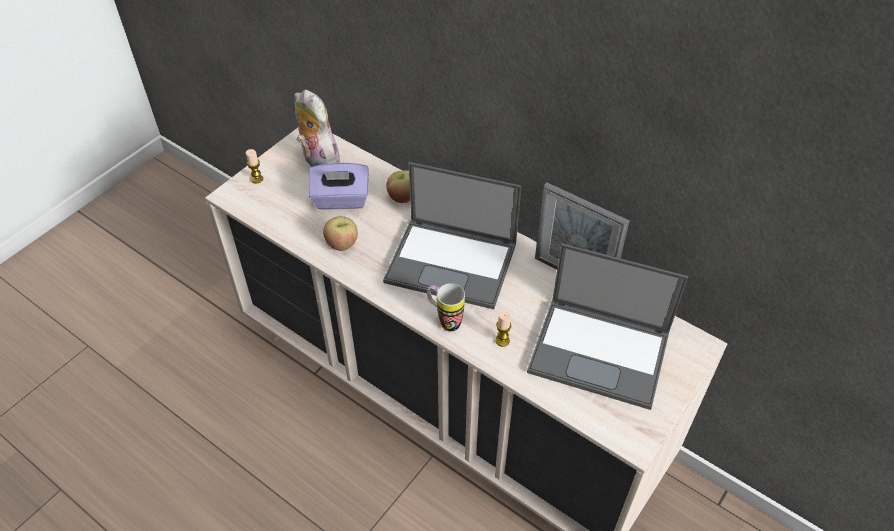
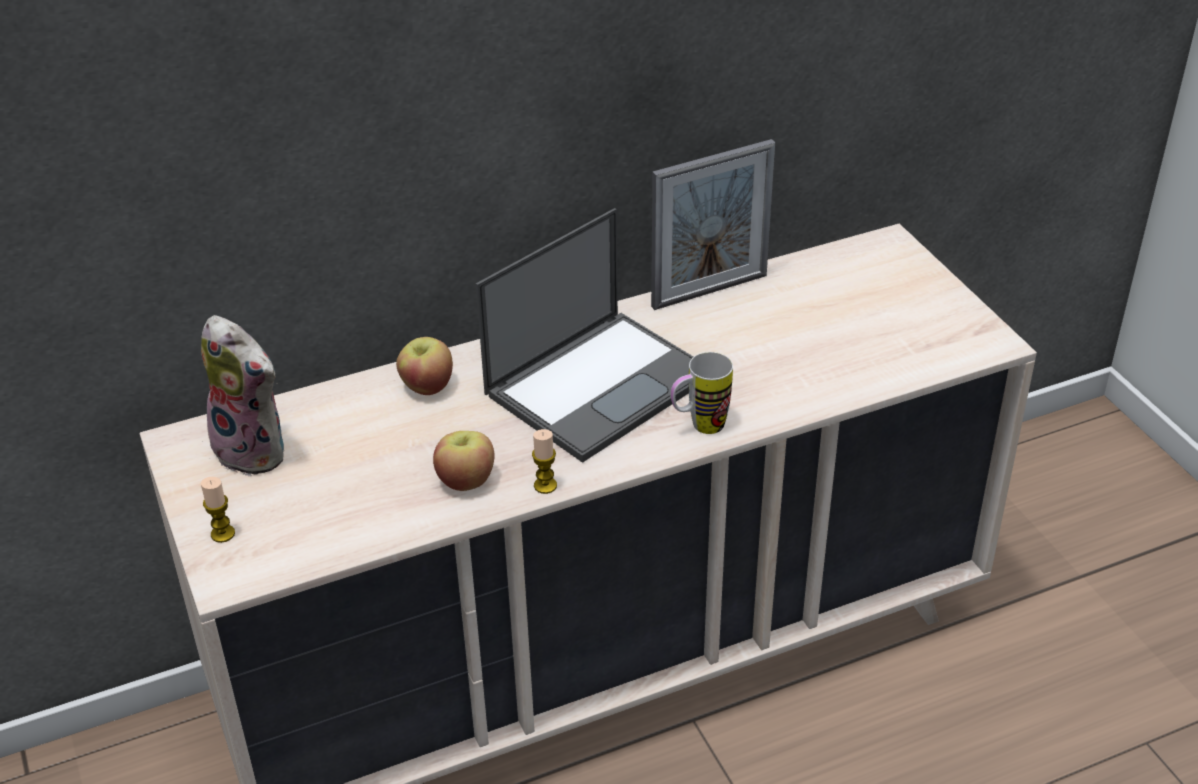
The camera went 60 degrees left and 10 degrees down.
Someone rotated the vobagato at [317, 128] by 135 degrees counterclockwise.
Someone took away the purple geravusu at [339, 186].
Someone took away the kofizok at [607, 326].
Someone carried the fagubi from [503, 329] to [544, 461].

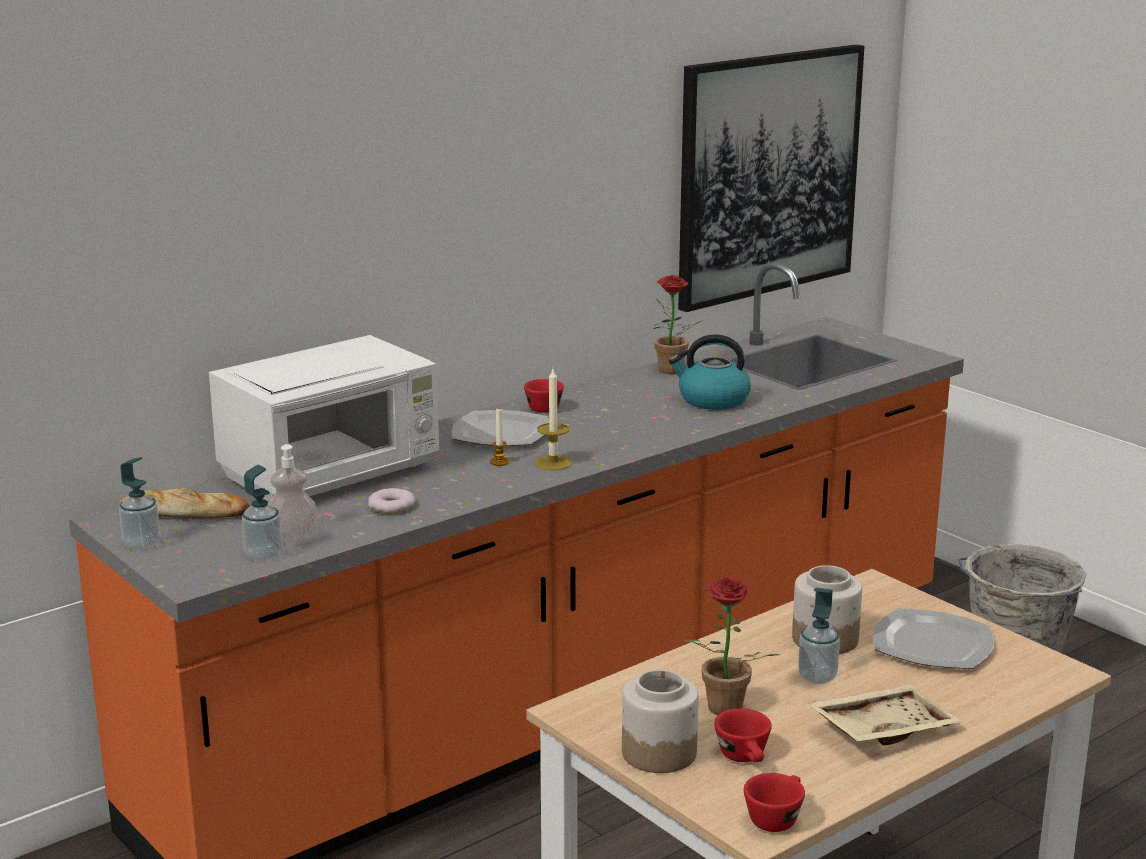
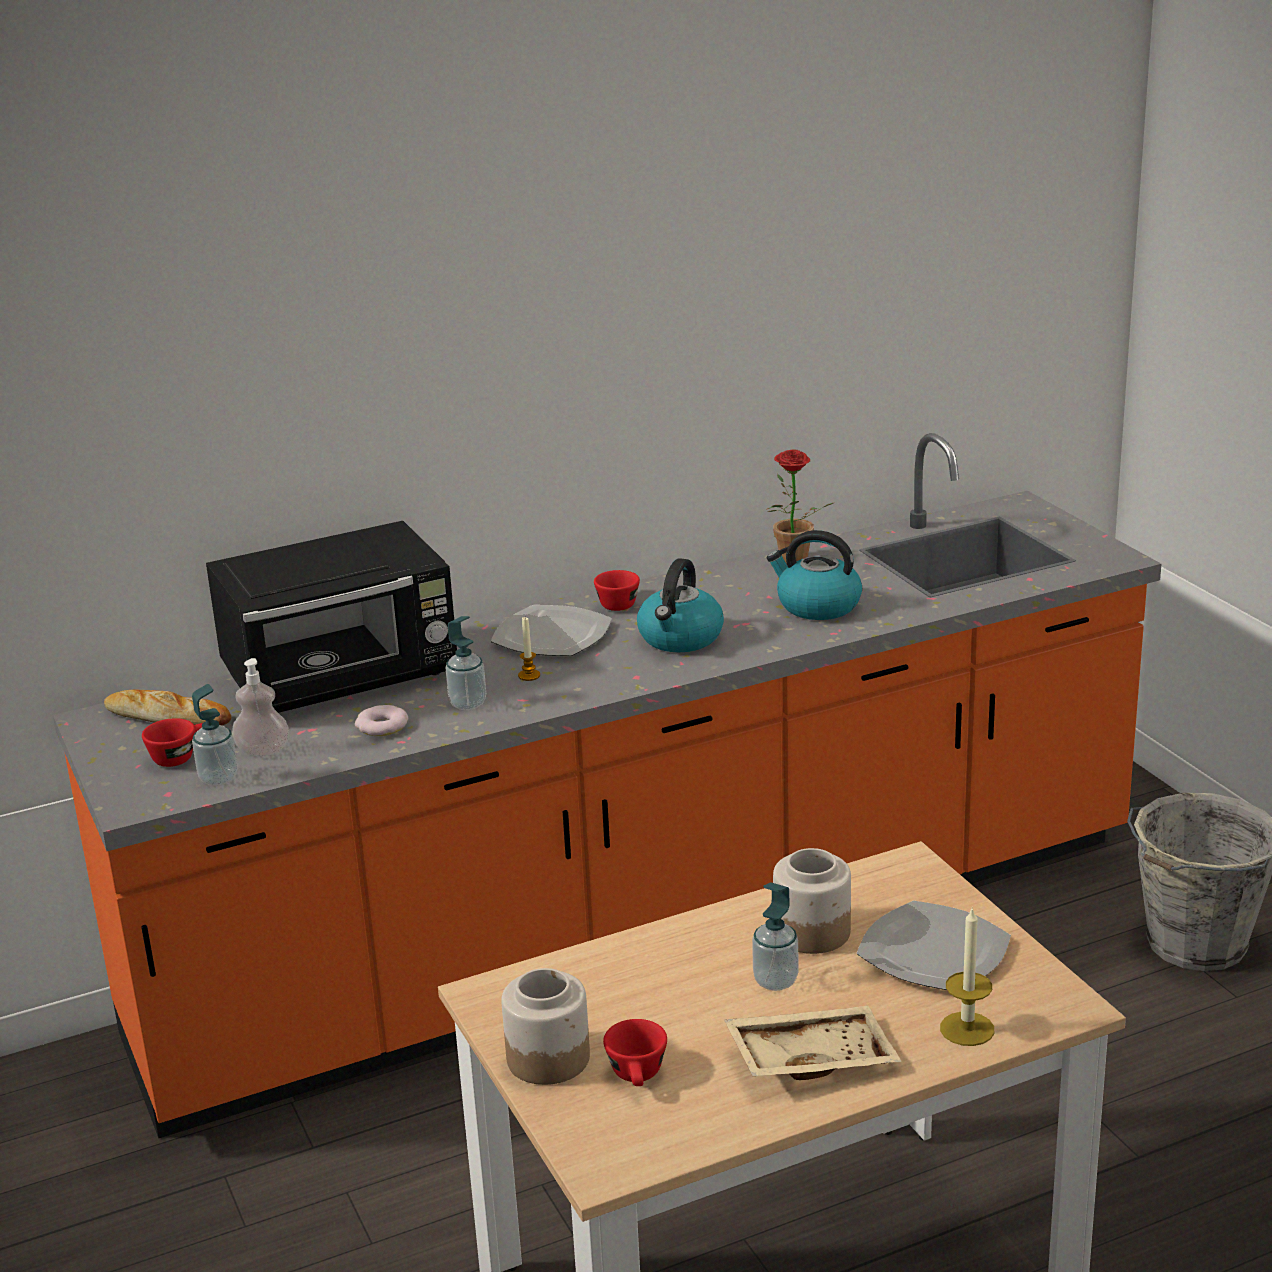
The camera went 15 degrees right and 5 degrees up.
Someone took away the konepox at [771, 178].
Someone repainted the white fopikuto at [324, 418], which became the black fopikuto at [331, 617].
Someone carried the fagubi from [553, 419] to [967, 976].
Someone carried the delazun from [139, 503] to [466, 663].
Someone took away the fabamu at [732, 646].
Someone carried the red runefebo from [774, 802] to [172, 742].
Someone put down the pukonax at [680, 605].

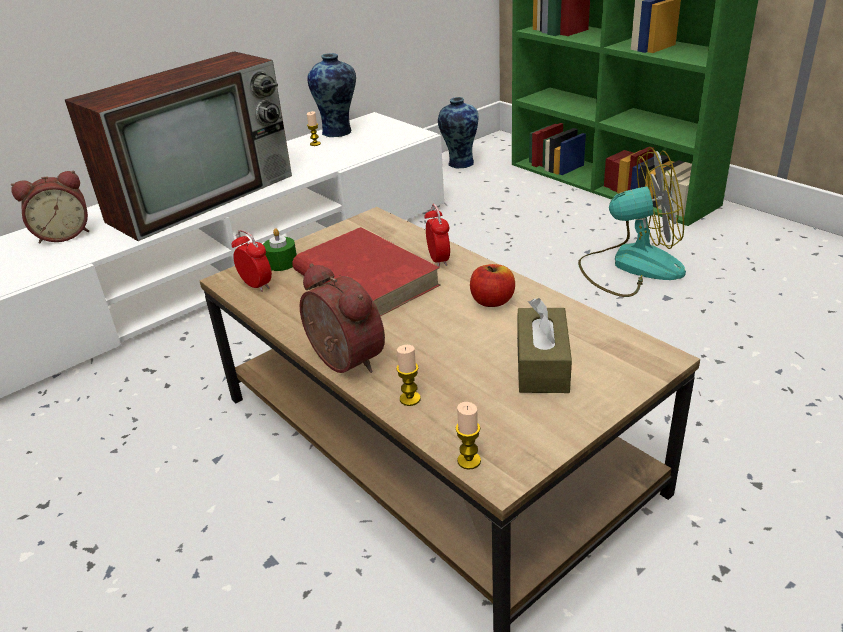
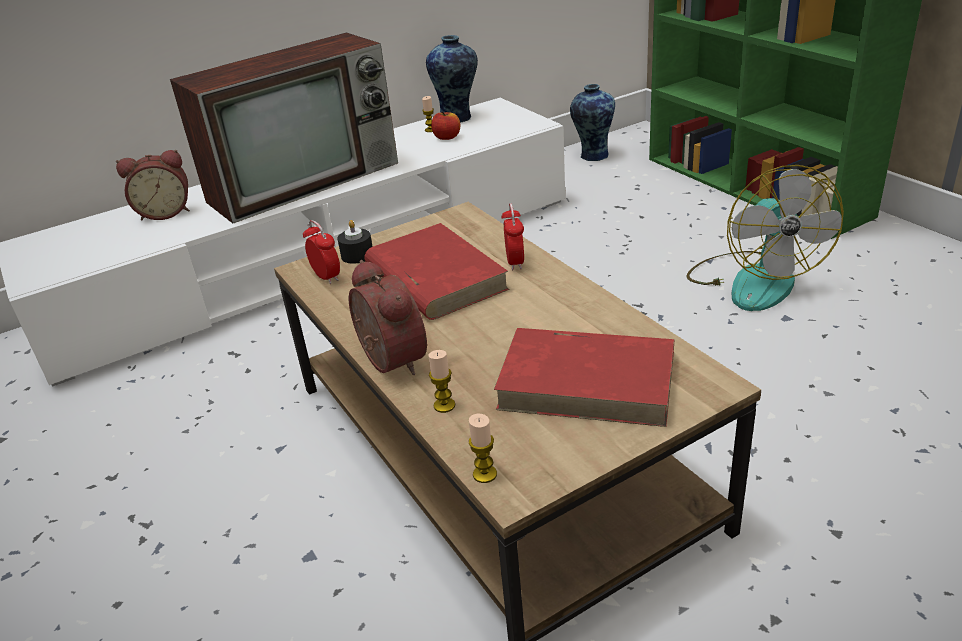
The camera went 10 degrees right and 0 degrees up.
Someone rotated the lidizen at [632, 222] by 75 degrees clockwise.
Someone repainted the green fagubi at [280, 249], which became the black fagubi at [355, 242].
Someone carried the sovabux from [492, 285] to [445, 125].
Someone swapped the brown geravusu at [544, 345] for the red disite at [584, 377].

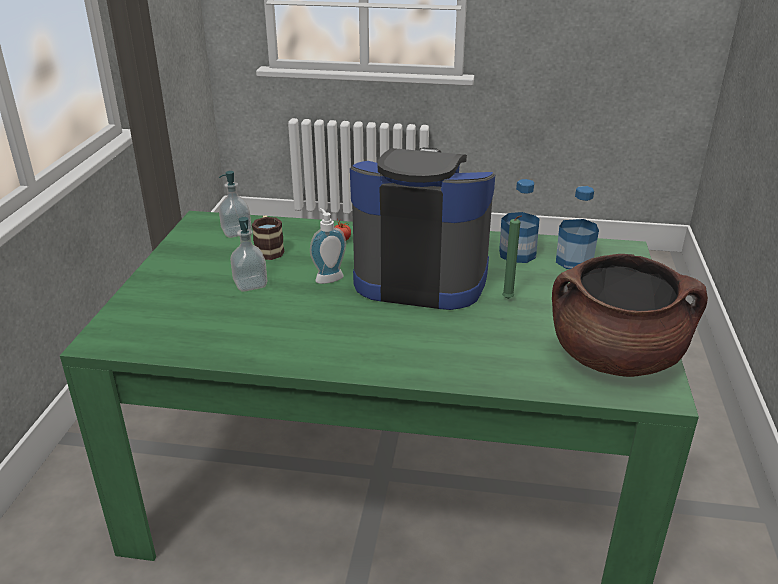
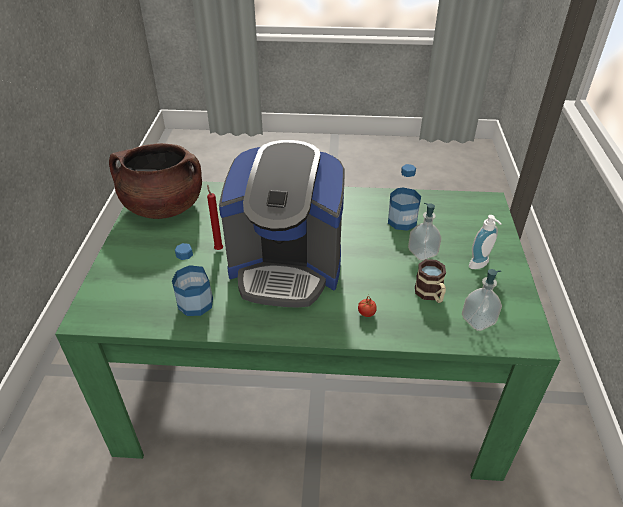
The camera went 175 degrees right and 10 degrees up.
Someone carried the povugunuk from [577, 227] to [404, 197].
Someone carried the delazun from [328, 246] to [485, 242].
Someone repainted the green fagubi at [512, 257], which became the red fagubi at [215, 217].

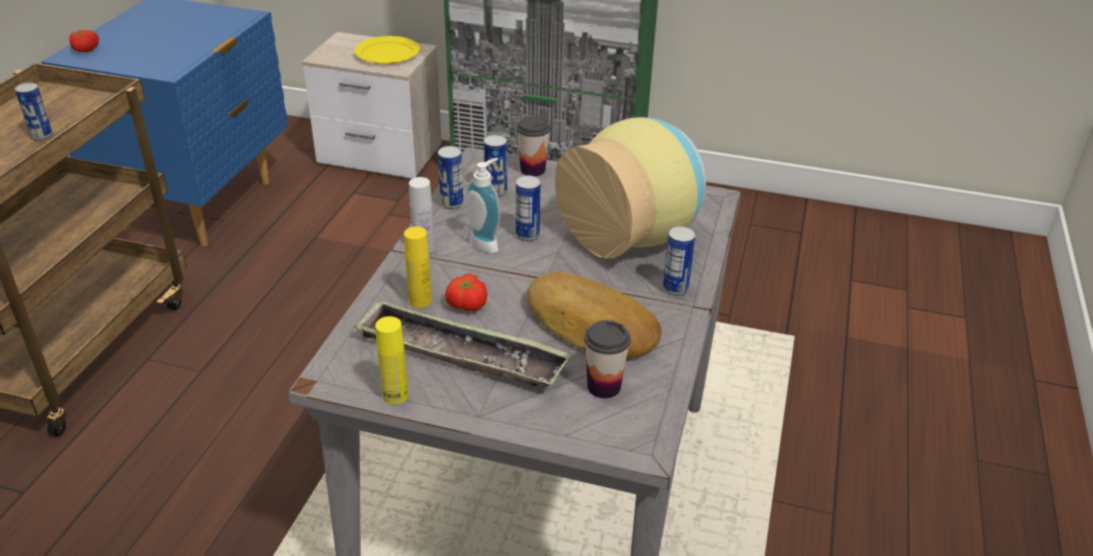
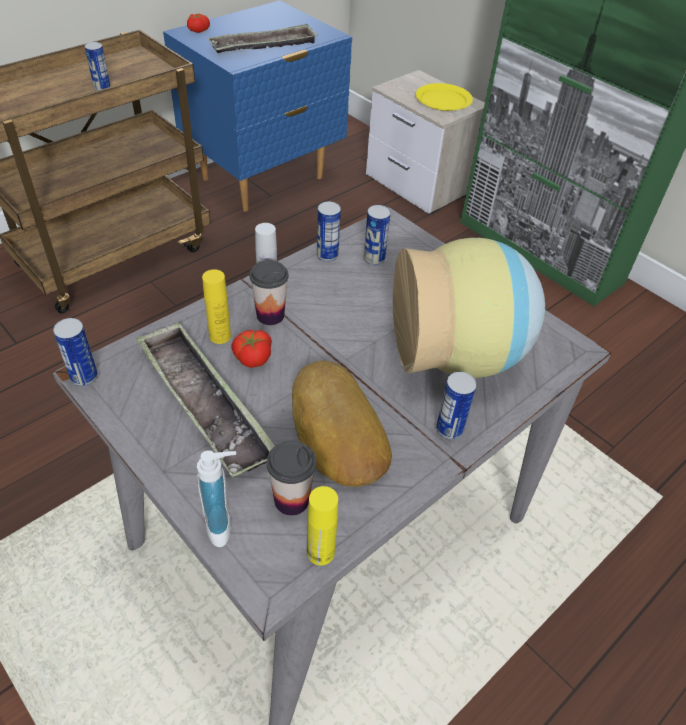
The camera went 30 degrees right and 10 degrees up.
Someone carried the runefebo from [533, 146] to [269, 292].
Someone carried the delazun from [483, 205] to [216, 498].
Someone carried the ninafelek from [528, 208] to [75, 352].
Someone carried the yellow povugunuk from [391, 360] to [322, 525].
Someone put down the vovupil at [263, 38].

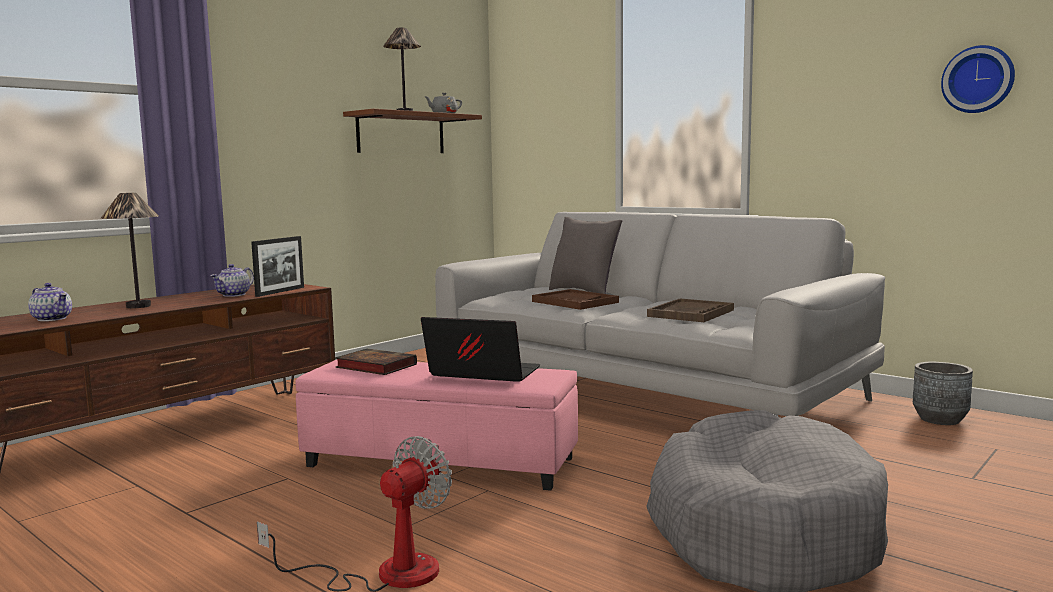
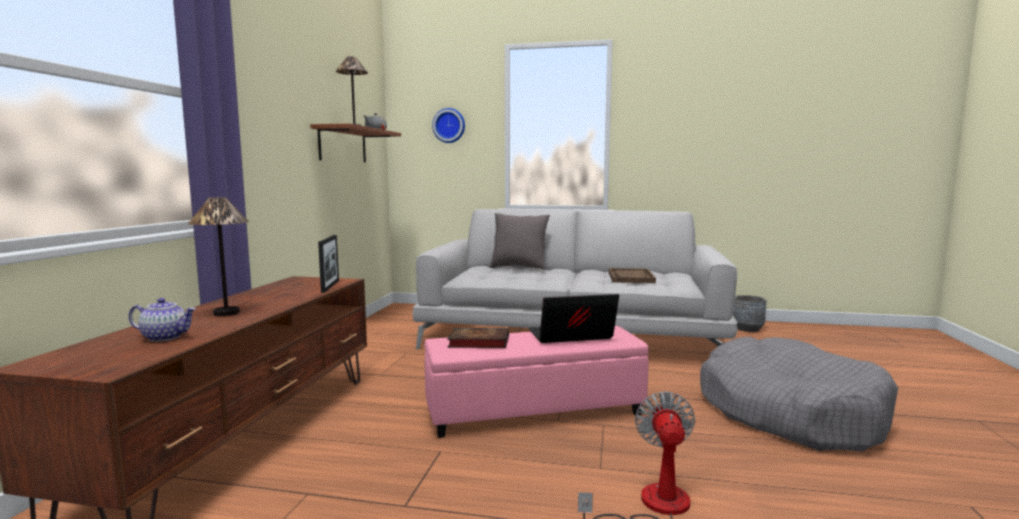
The camera went 30 degrees left and 0 degrees up.
Someone carried the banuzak from [978, 79] to [448, 125].
Someone took away the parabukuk at [232, 280].
Someone took away the brown vovupil at [575, 299].

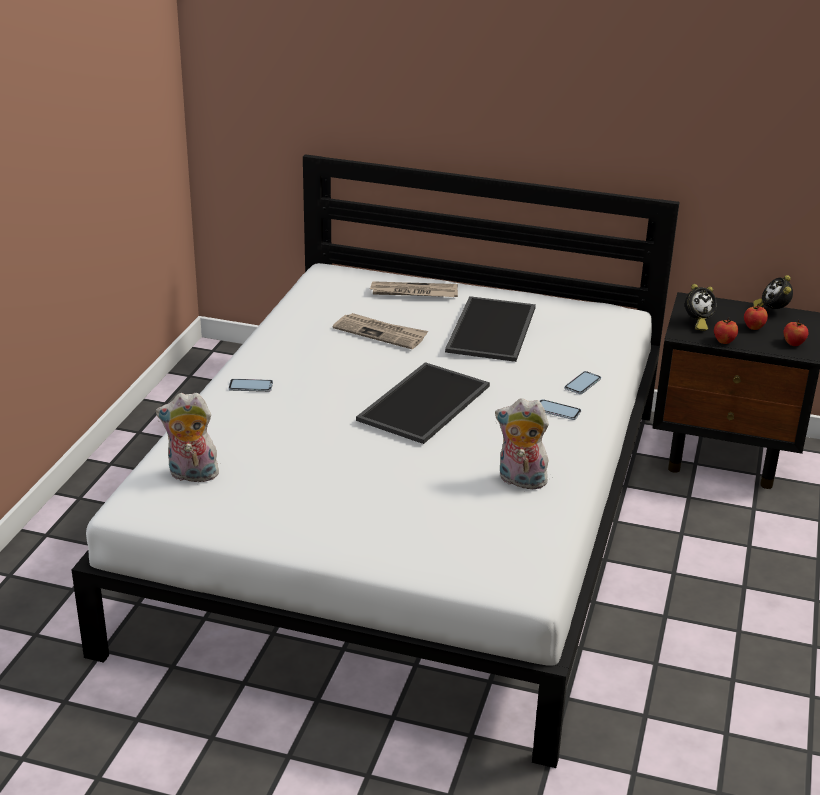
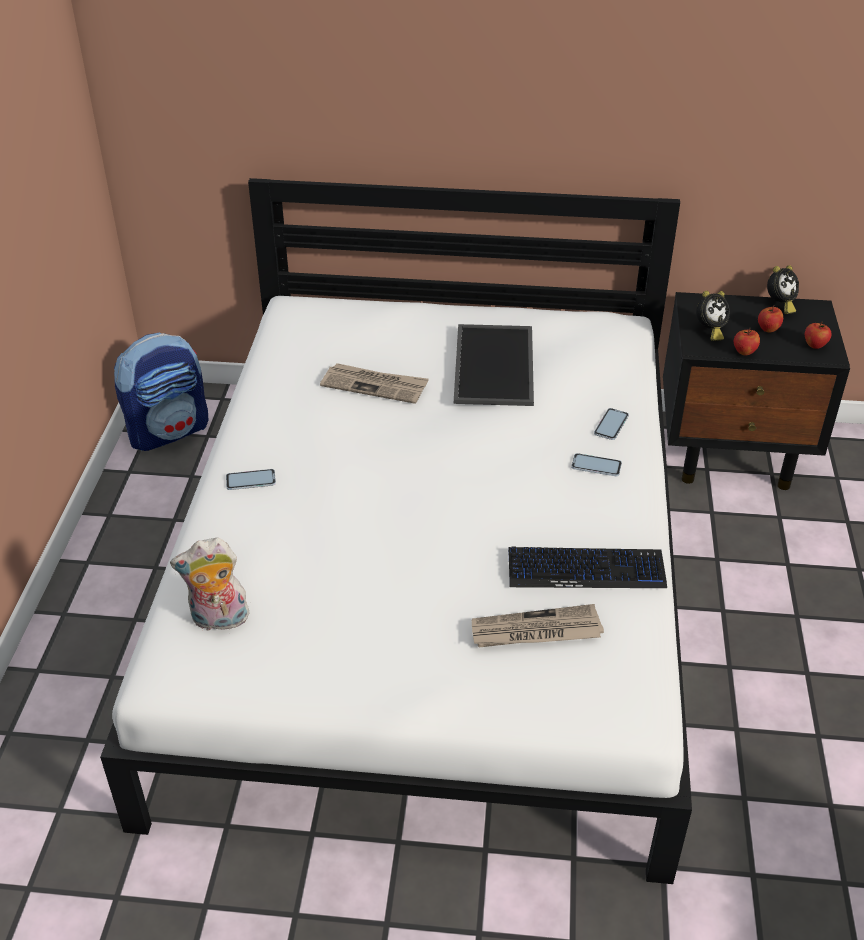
The camera went 10 degrees left and 10 degrees up.
Someone rotated the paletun at [773, 292] by 120 degrees counterclockwise.
Someone carried the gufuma from [414, 289] to [538, 625].
Someone took away the vovupil at [423, 403].
Someone swapped the vobagato at [522, 443] for the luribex at [587, 567].
Someone put down the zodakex at [161, 392].

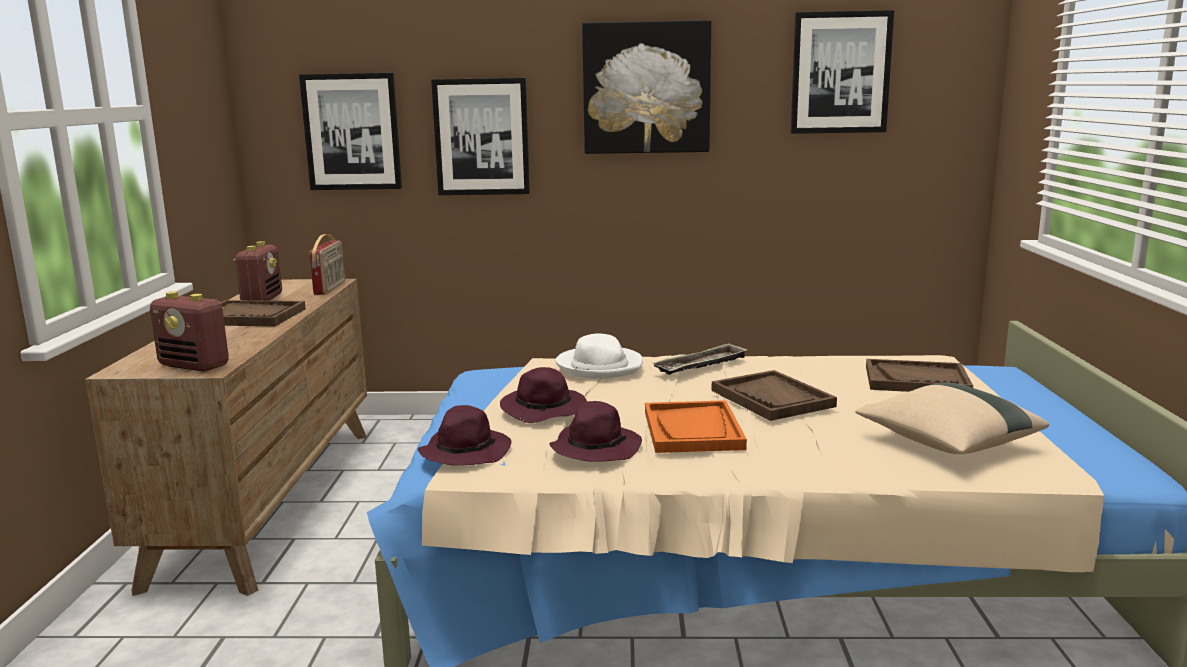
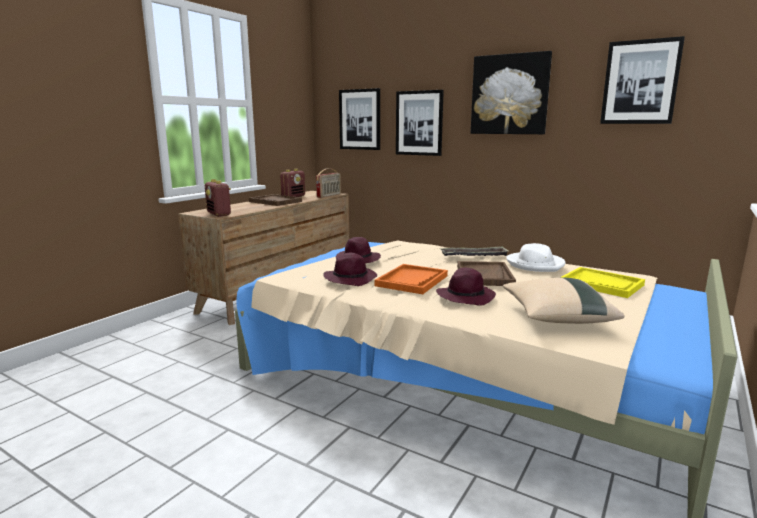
The camera went 30 degrees right and 0 degrees up.
Someone carried the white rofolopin from [599, 356] to [536, 257].
Someone repainted the brown vovupil at [919, 375], which became the yellow vovupil at [602, 282].
Someone carried the purple rofolopin from [464, 435] to [466, 287].

